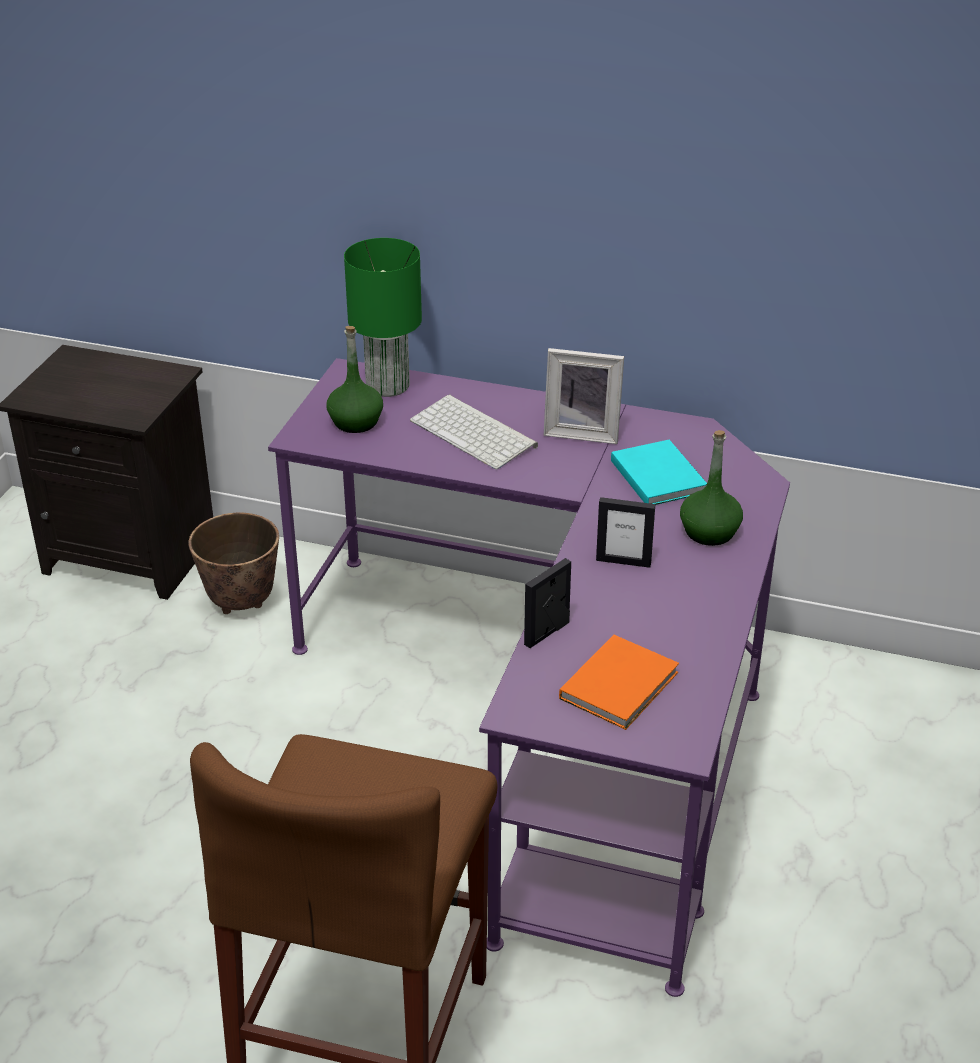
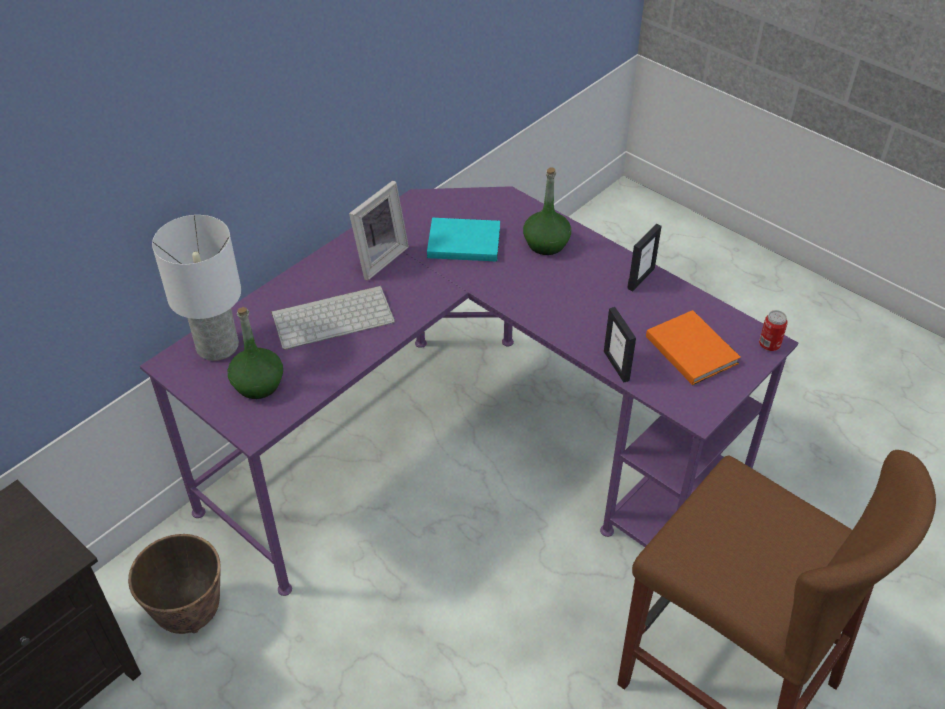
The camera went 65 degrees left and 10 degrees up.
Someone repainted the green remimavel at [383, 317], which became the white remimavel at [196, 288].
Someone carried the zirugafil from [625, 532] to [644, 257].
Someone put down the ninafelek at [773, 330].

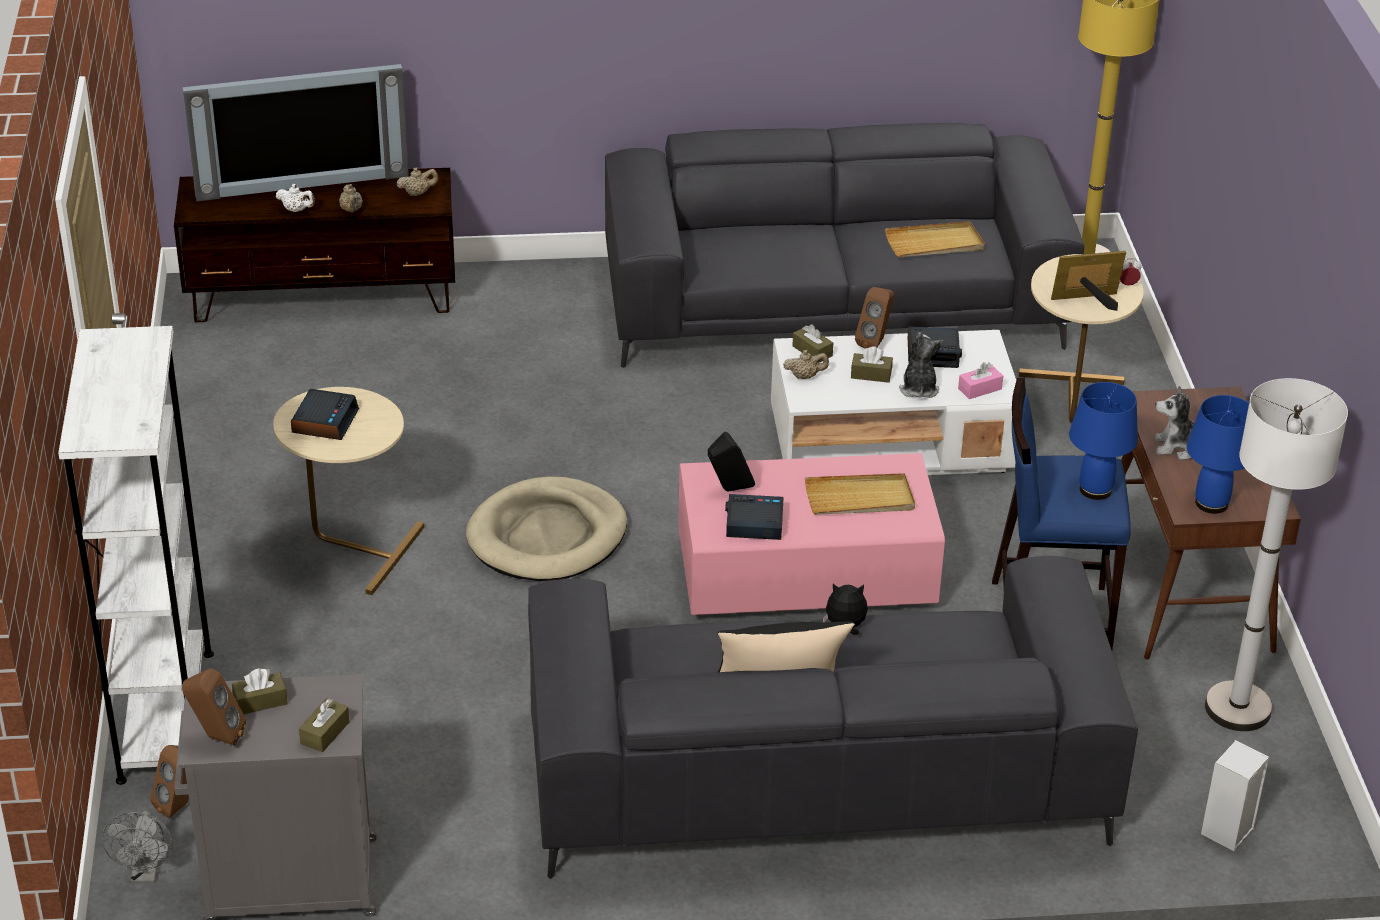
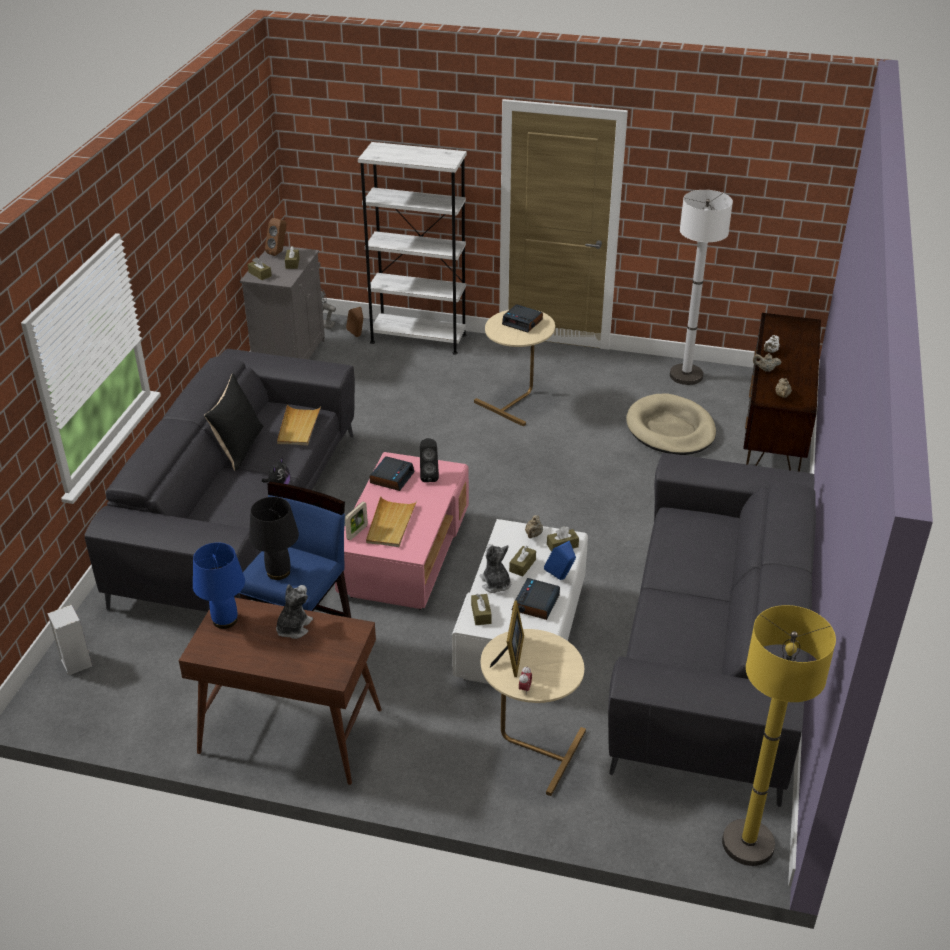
The camera went 110 degrees right and 0 degrees up.
Someone took away the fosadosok at [296, 132].
Someone carried the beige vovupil from [935, 239] to [299, 425].
Someone repainted the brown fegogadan at [874, 318], which became the blue fegogadan at [560, 560].
Someone rotated the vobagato at [921, 365] by 135 degrees counterclockwise.
Someone repainted the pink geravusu at [980, 380], which became the brown geravusu at [481, 609].
Someone carried the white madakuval from [1276, 554] to [701, 287].
Someone repainted the blue remimavel at [1103, 441], which became the black remimavel at [274, 538].
Someone carried the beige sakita from [546, 528] to [671, 424].
Someone put down the zirugafil at [356, 521].

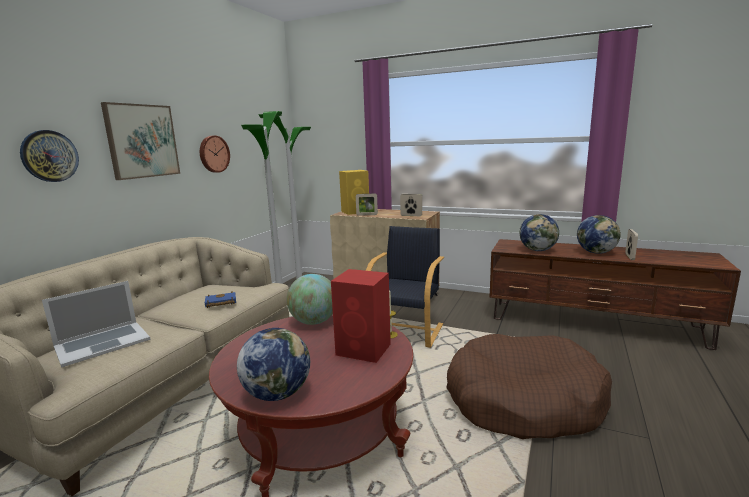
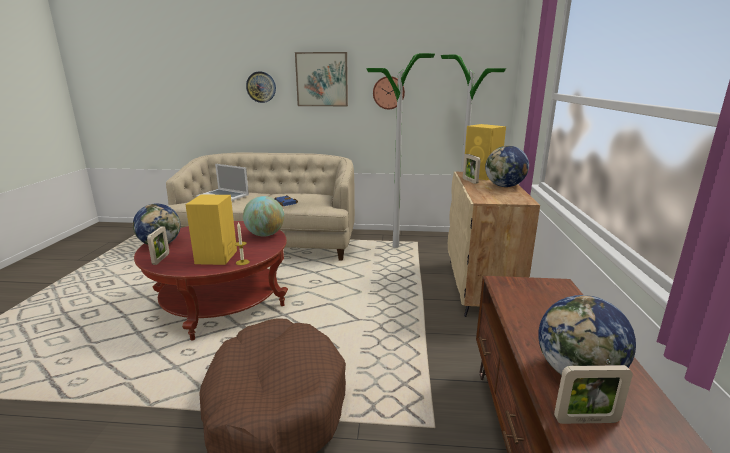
The camera went 70 degrees right and 5 degrees up.
Someone carried the zirugafil from [411, 205] to [158, 245].
Someone carried the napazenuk from [539, 232] to [507, 166].
Someone took away the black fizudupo at [405, 287].
Someone repainted the red fegogadan at [361, 316], which became the yellow fegogadan at [211, 229].

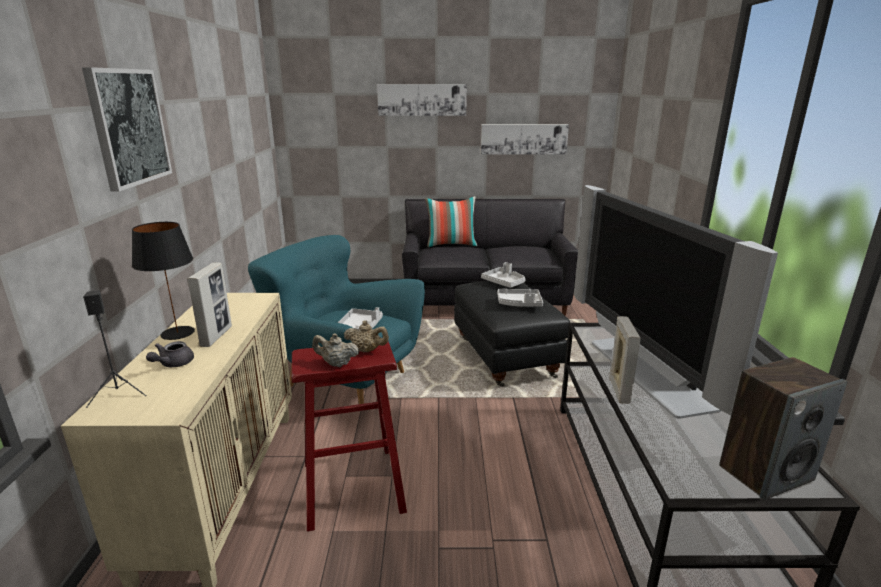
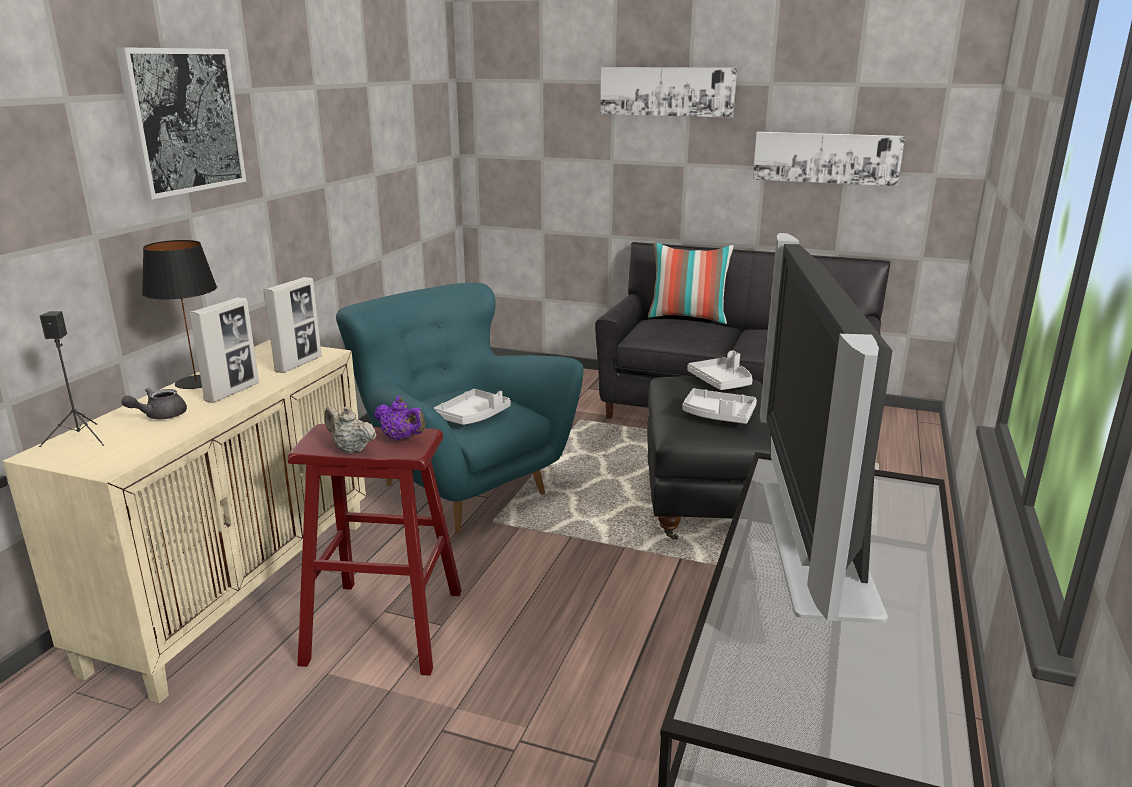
The camera went 20 degrees right and 0 degrees up.
Someone carried the zirugafil from [625, 360] to [293, 325].
Someone repainted the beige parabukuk at [366, 336], which became the purple parabukuk at [399, 418].
Someone took away the fegogadan at [783, 428].

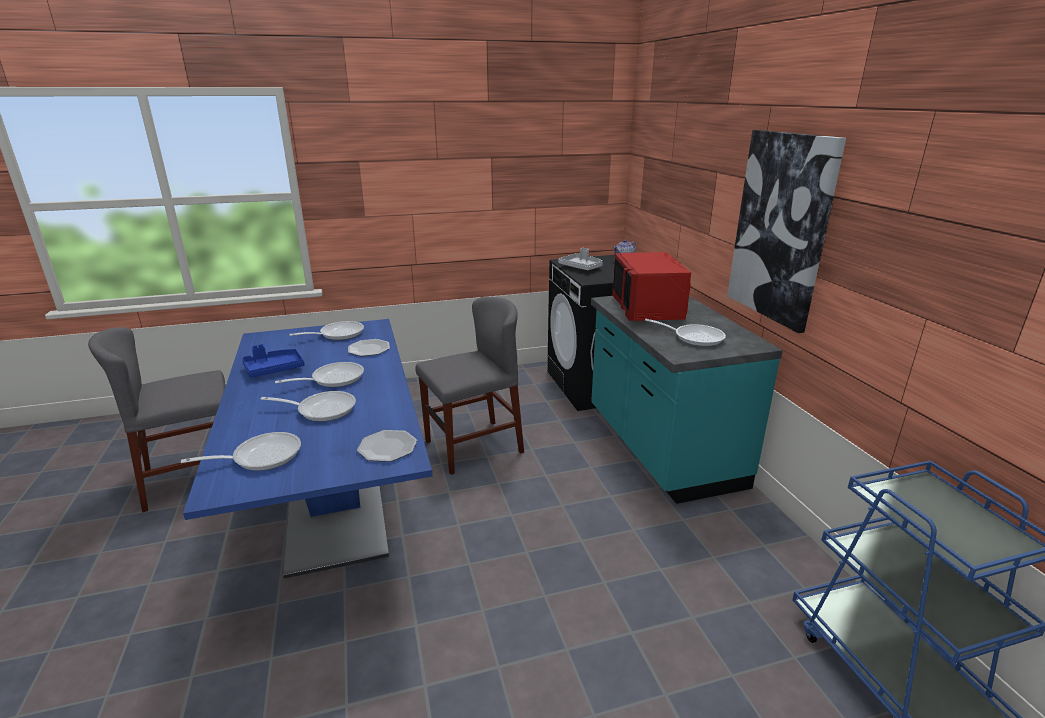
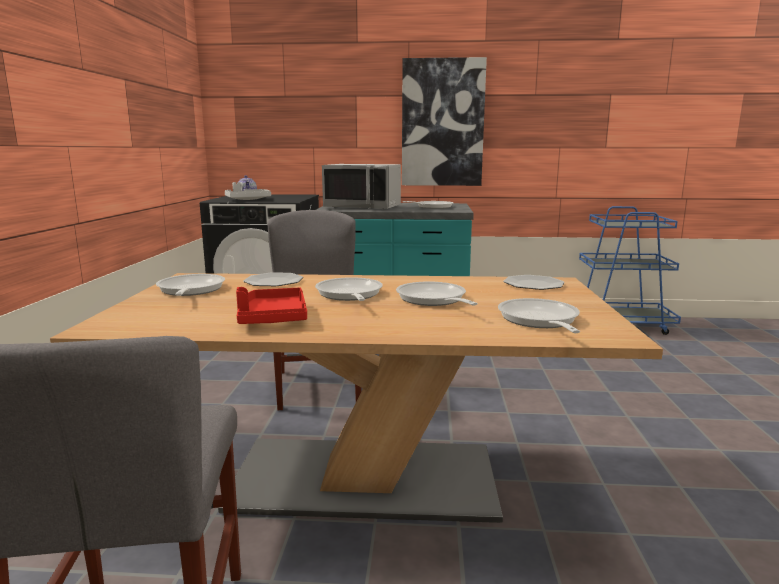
The camera went 70 degrees left and 10 degrees down.
Someone repainted the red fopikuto at [651, 286], which became the grey fopikuto at [361, 186].
Someone repainted the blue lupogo at [308, 449], which became the beige lupogo at [356, 398].
Someone repainted the blue vovupil at [273, 361], which became the red vovupil at [271, 305].
Someone rotated the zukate at [308, 406] by 45 degrees counterclockwise.

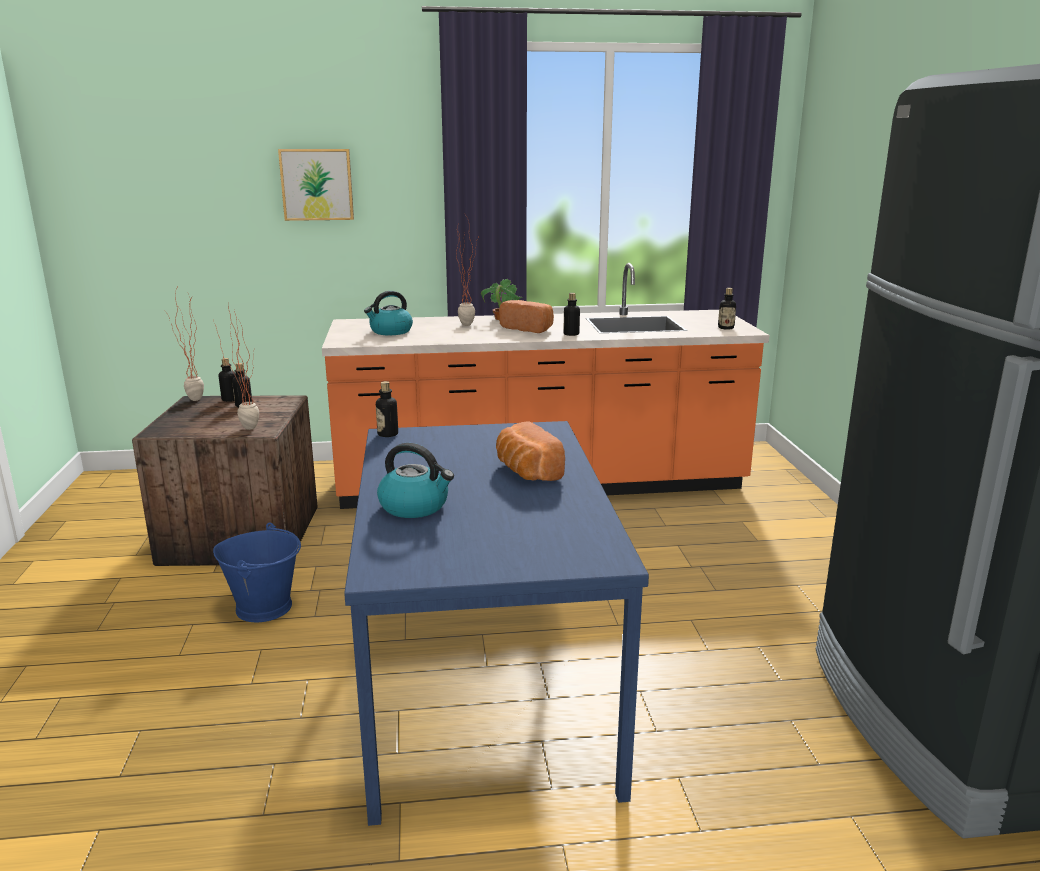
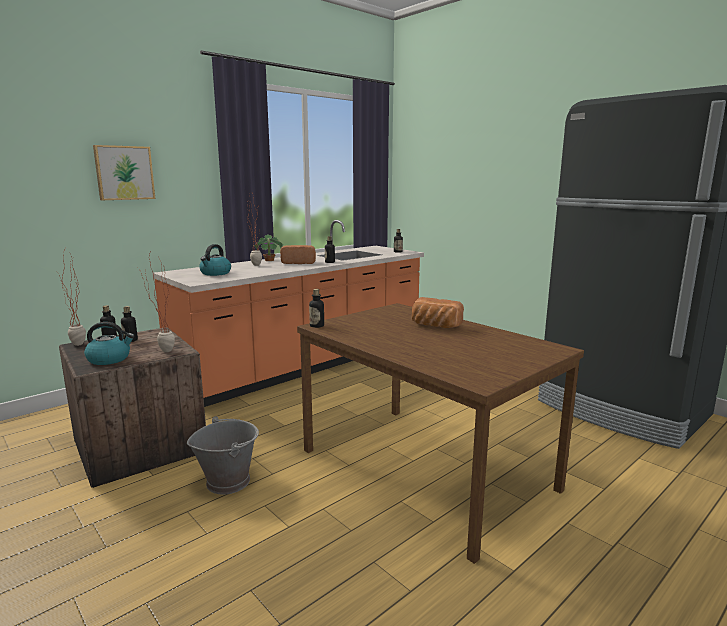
The camera went 35 degrees left and 5 degrees down.
Someone repainted the blue lupogo at [496, 623], which became the brown lupogo at [440, 433].
Someone carried the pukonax from [415, 480] to [109, 343].
Someone repainted the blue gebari at [257, 572], which became the grey gebari at [223, 455].

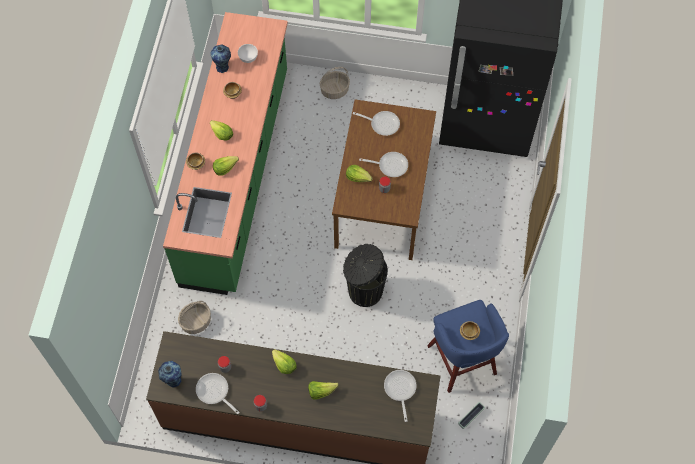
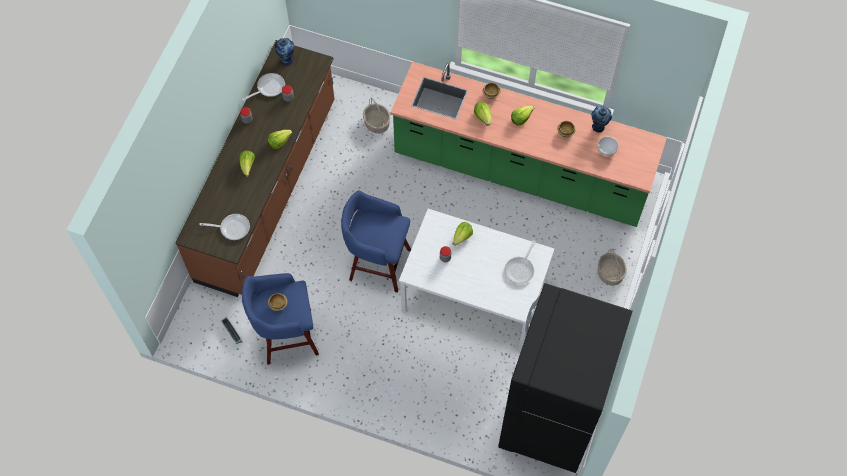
The camera went 100 degrees right and 0 degrees up.
Someone repainted the brown lupogo at [384, 179], which became the white lupogo at [477, 280].
Someone took away the zukate at [383, 164].
Someone swapped the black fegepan at [365, 275] for the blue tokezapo at [376, 241].

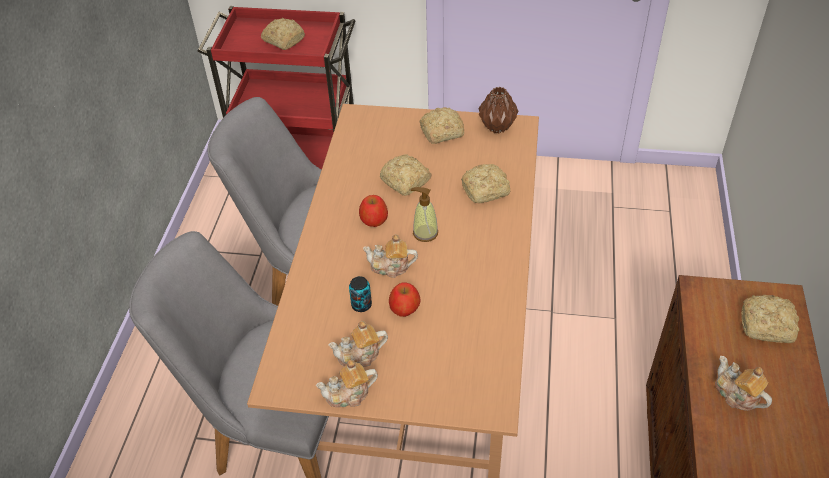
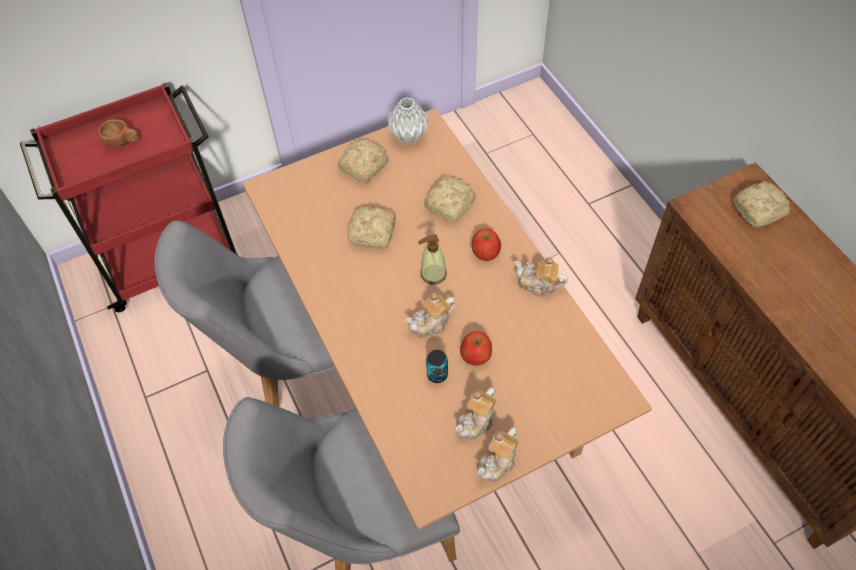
The camera went 35 degrees left and 10 degrees up.
Someone swapped the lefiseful at [283, 34] for the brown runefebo at [118, 133].
Someone repainted the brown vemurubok at [499, 110], which became the grey vemurubok at [408, 120].
Someone carried the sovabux from [373, 211] to [486, 244].
Someone carried the parabukuk from [743, 383] to [541, 277].

